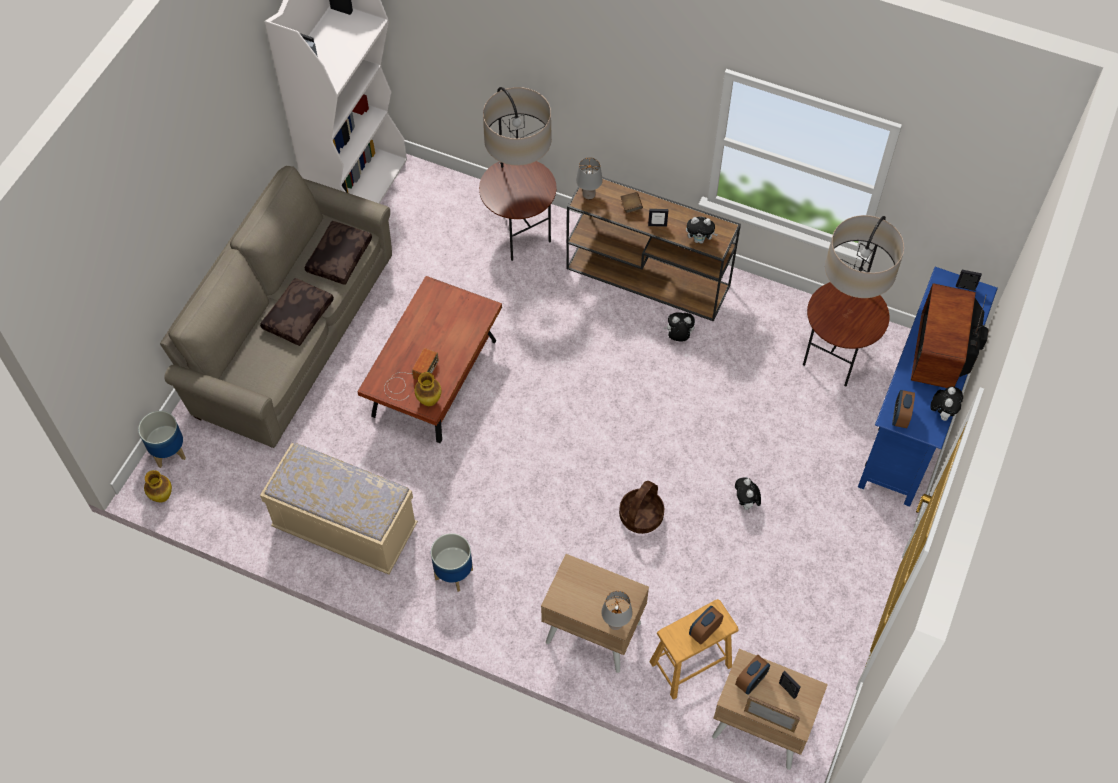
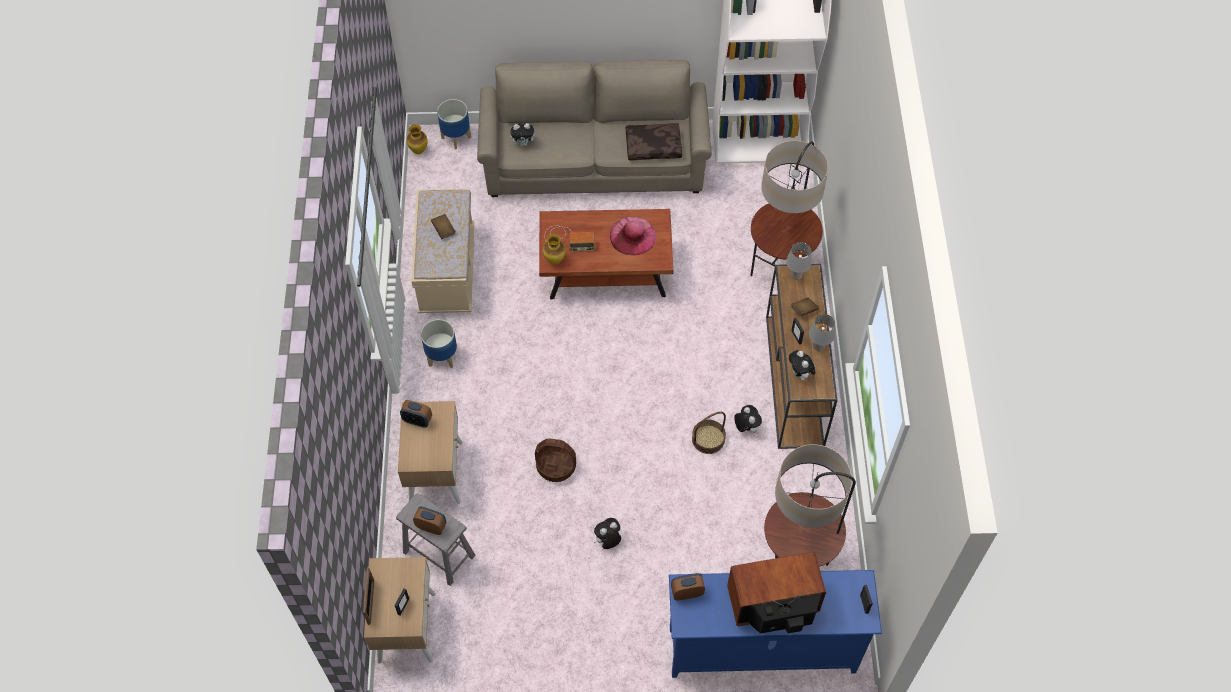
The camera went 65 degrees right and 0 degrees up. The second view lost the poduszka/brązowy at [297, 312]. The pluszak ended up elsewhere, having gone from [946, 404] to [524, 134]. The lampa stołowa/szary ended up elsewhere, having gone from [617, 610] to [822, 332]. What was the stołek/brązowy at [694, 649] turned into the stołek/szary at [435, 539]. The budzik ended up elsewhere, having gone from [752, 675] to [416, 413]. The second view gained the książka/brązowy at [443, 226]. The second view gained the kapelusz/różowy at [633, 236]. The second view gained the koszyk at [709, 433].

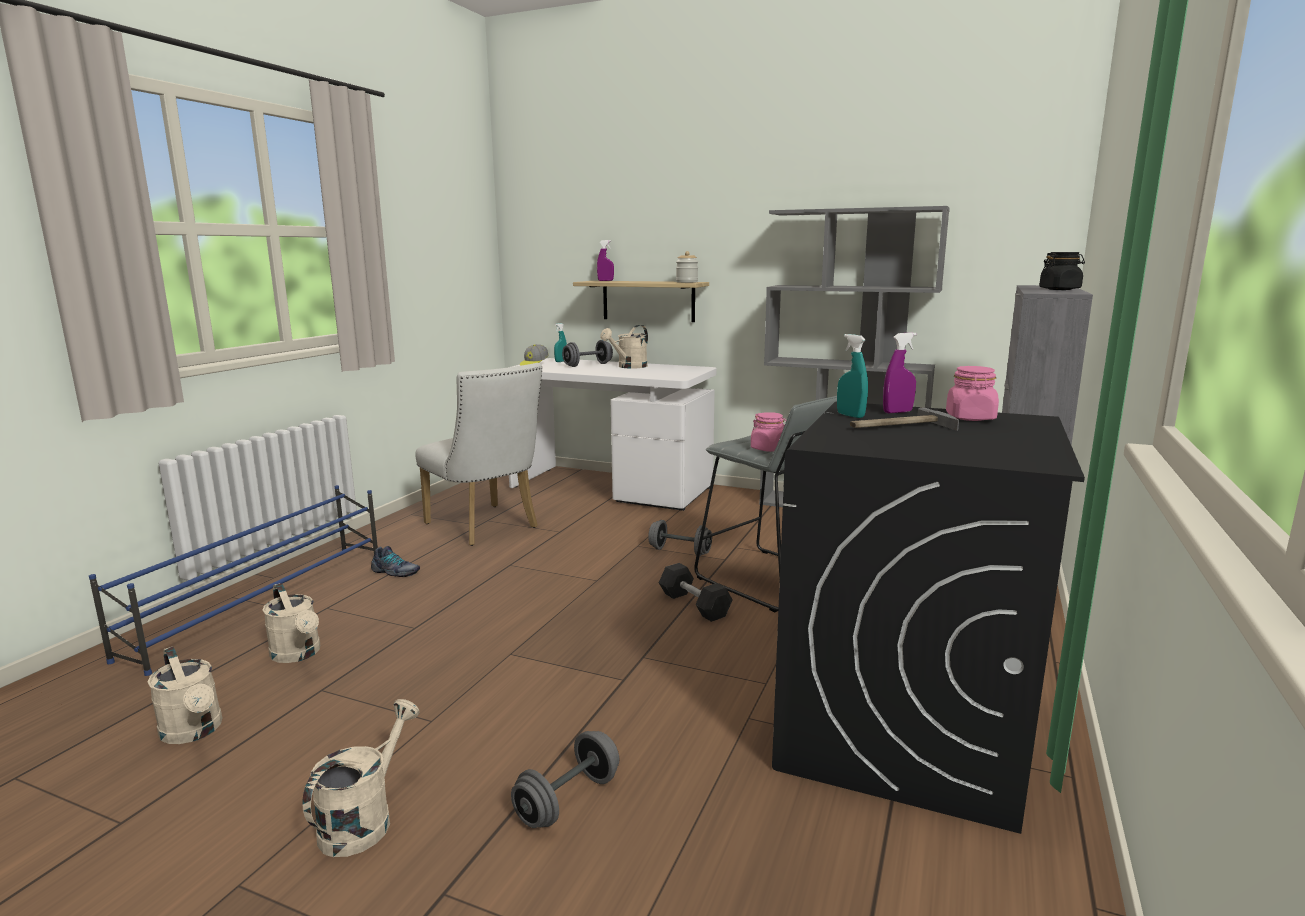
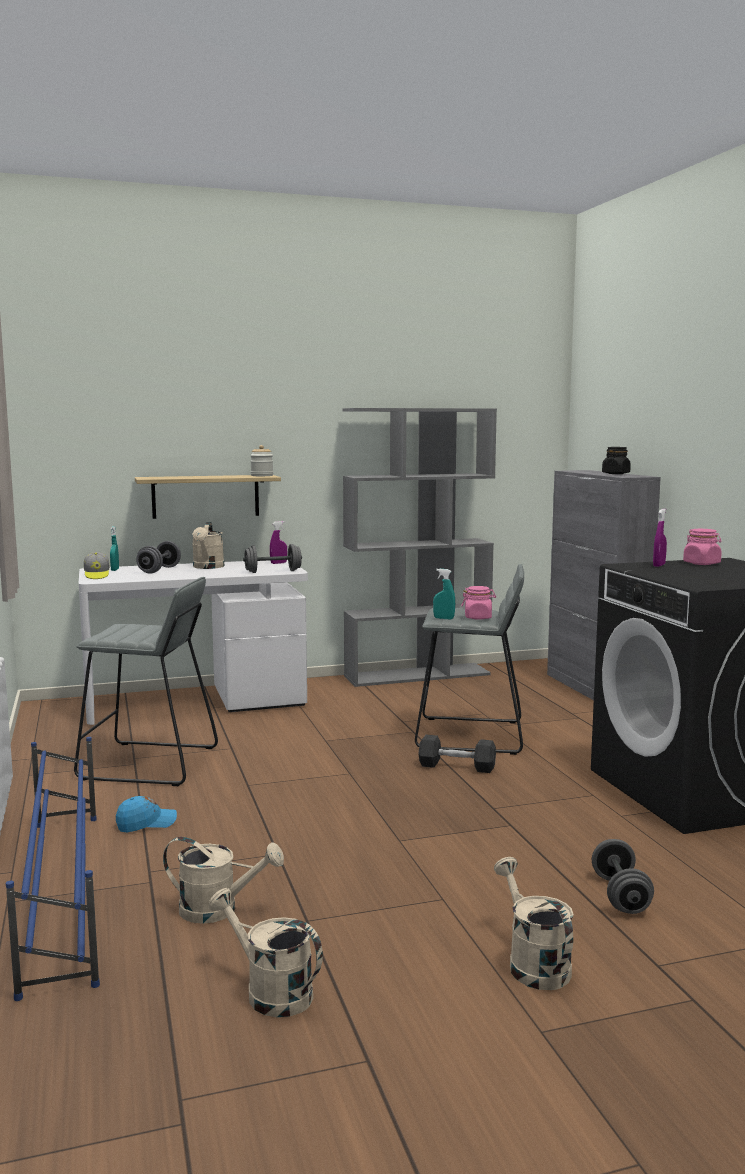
The camera went 40 degrees left and 5 degrees down. The spryskiwacz/fioletowy ended up elsewhere, having gone from [605, 260] to [278, 542]. The spryskiwacz/turkusowy ended up elsewhere, having gone from [852, 376] to [444, 594]. Where the krzesło/biały stood at [478, 454], the stołek/szary came to stand at [146, 681]. The second view lost the młotek at [904, 419]. The hantel/szary ended up elsewhere, having gone from [680, 538] to [272, 558]. Where the but stood at [395, 561], the czapka z daszkiem/niebieski came to stand at [146, 814]. The konewka/beżowy at [184, 695] ended up facing another way, 150 degrees counterclockwise from before.

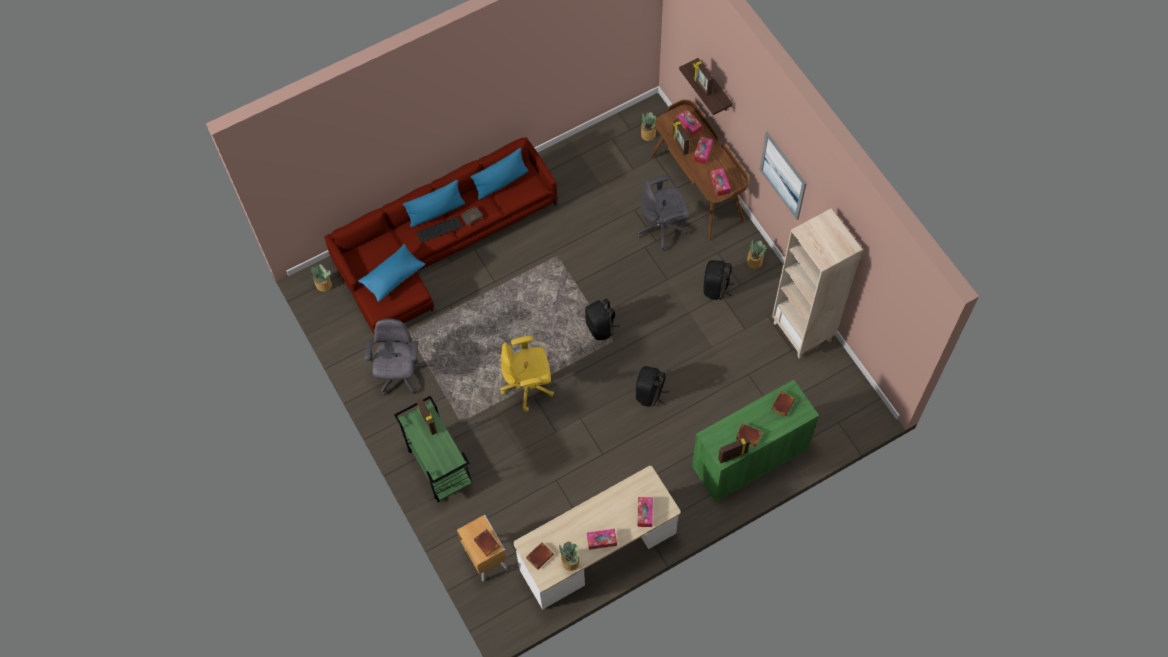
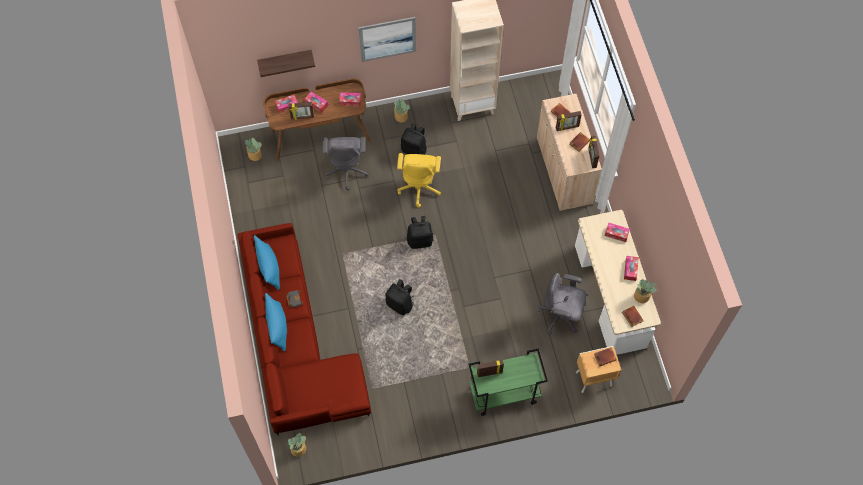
The camera went 75 degrees left and 0 degrees up. The ramka na zdjęcie ended up elsewhere, having gone from [703, 77] to [569, 121]. The second view lost the klawiatura at [439, 229]. The second view lost the poduszka/niebieski at [392, 273]. The krzesło biurowe/szary ended up elsewhere, having gone from [395, 356] to [562, 303]. The krzesło biurowe/żółty ended up elsewhere, having gone from [527, 374] to [419, 180]. The plecak/czarny ended up elsewhere, having gone from [652, 386] to [399, 297]. What was the szafka/zielony at [755, 441] turned into the szafka/beżowy at [569, 152].

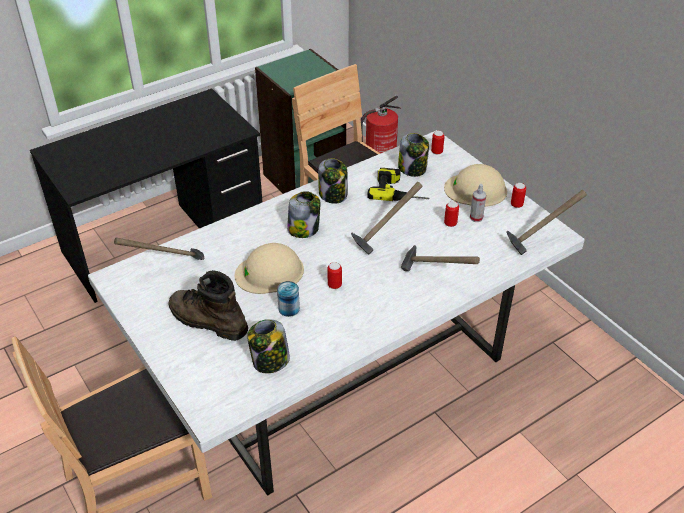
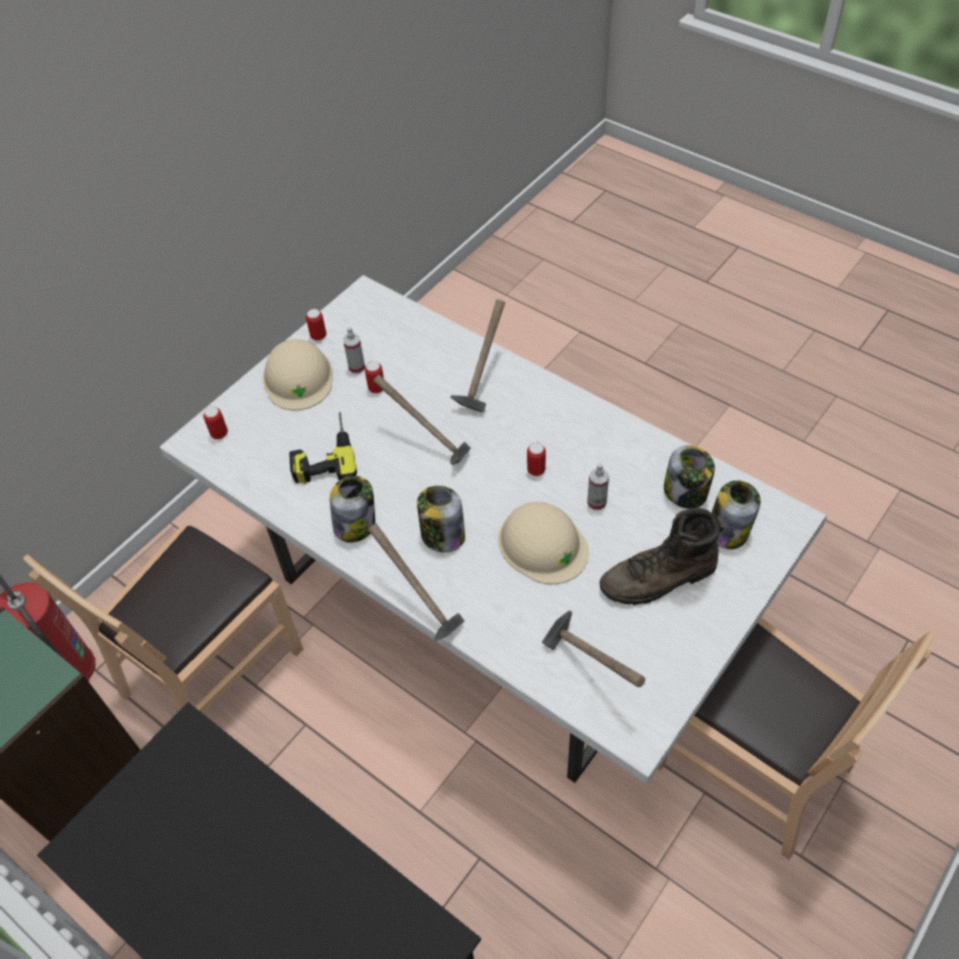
The camera went 105 degrees left and 10 degrees up. The słoik ended up elsewhere, having gone from [413, 155] to [736, 514]. The młotek ended up elsewhere, having gone from [546, 222] to [416, 582]. The but z cholewką/brązowy at [208, 305] ended up facing another way, 60 degrees clockwise from before. Where the puszka stood at [288, 299], the spryskiwacz came to stand at [598, 486].

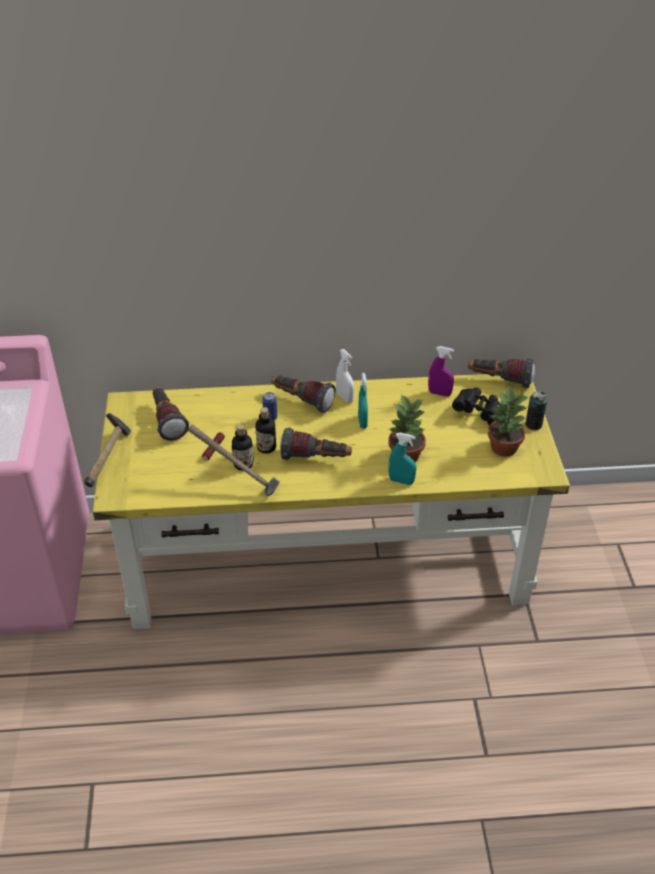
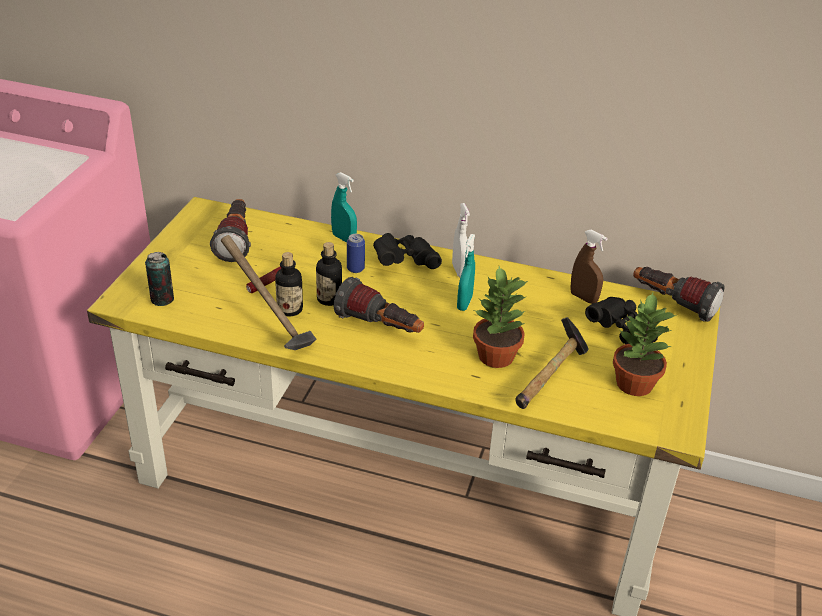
The camera went 20 degrees right and 5 degrees down. What was the spryskiwacz/fioletowy at [441, 371] turned into the spryskiwacz/brązowy at [588, 267]. Where the latarka stood at [303, 394], the lornetka/czarny came to stand at [407, 251]. The puszka ended up elsewhere, having gone from [536, 410] to [159, 279]. The młotek ended up elsewhere, having gone from [107, 450] to [552, 363]. The spryskiwacz/turkusowy ended up elsewhere, having gone from [402, 459] to [344, 207].

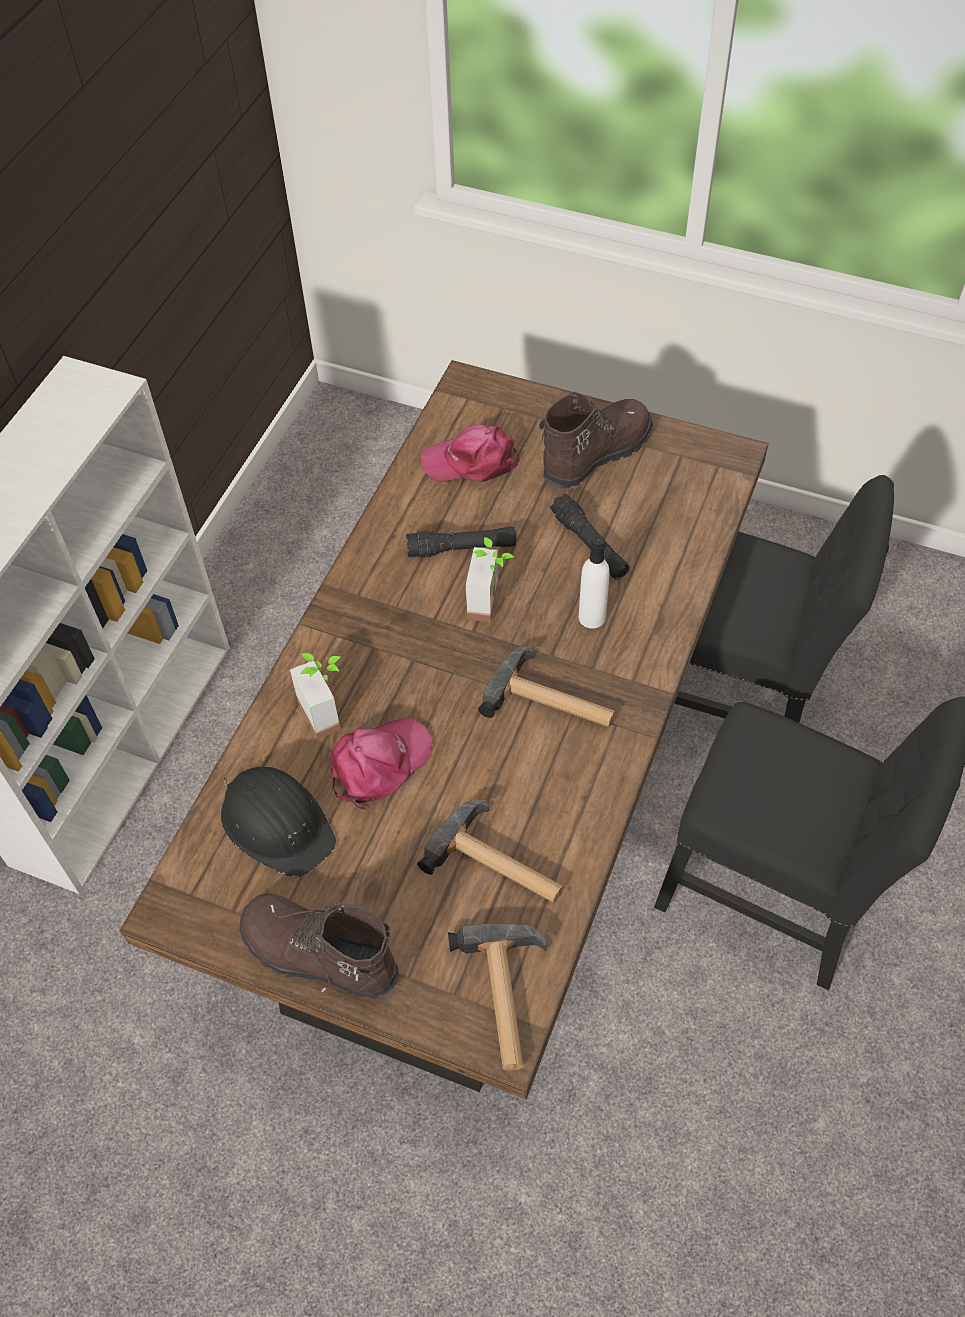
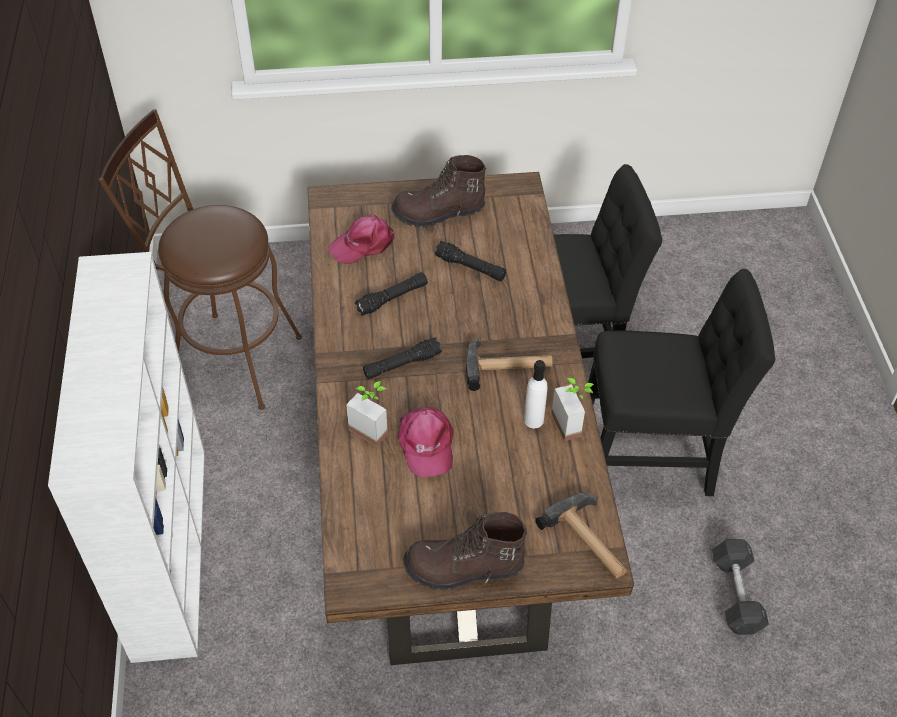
The camera went 30 degrees left and 5 degrees down. The but z cholewką/brązowy at [596, 440] ended up facing another way, 120 degrees counterclockwise from before. The butelka/biały ended up elsewhere, having gone from [594, 581] to [536, 394]. The roślina doniczkowa ended up elsewhere, having gone from [490, 579] to [573, 409]. The czapka z daszkiem/różowy at [382, 763] ended up facing another way, 150 degrees clockwise from before. The second view lost the kask/czarny at [278, 822]. The second view lost the młotek at [490, 851]. The second view gained the stołek/brązowy at [200, 259]. The second view gained the latarka/czarny at [402, 359]. The second view gained the hantel/szary at [740, 587].

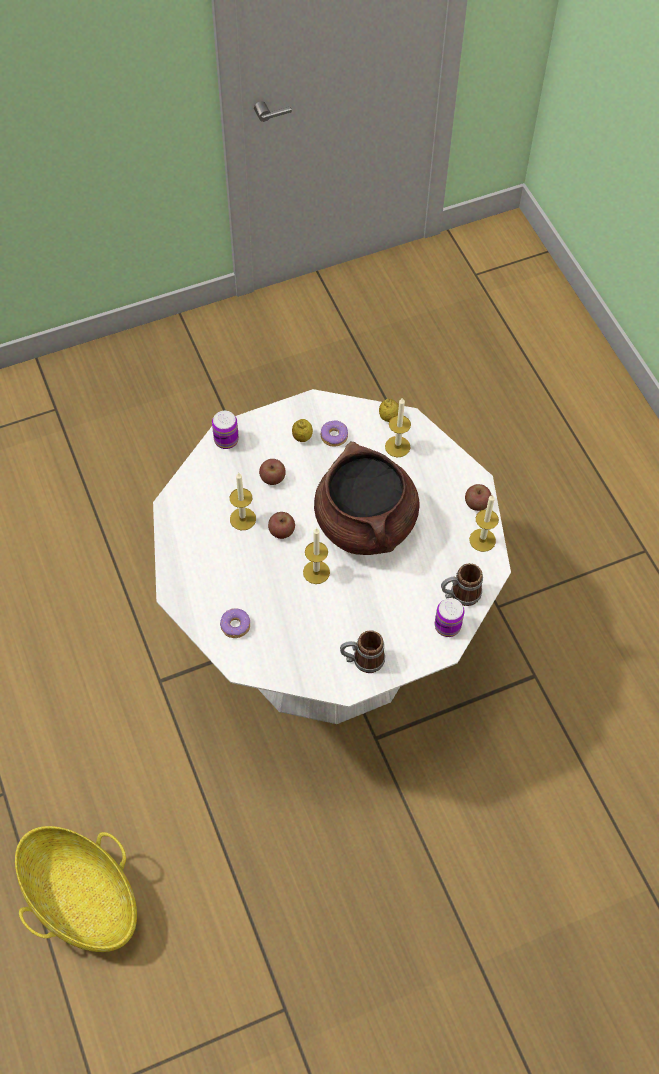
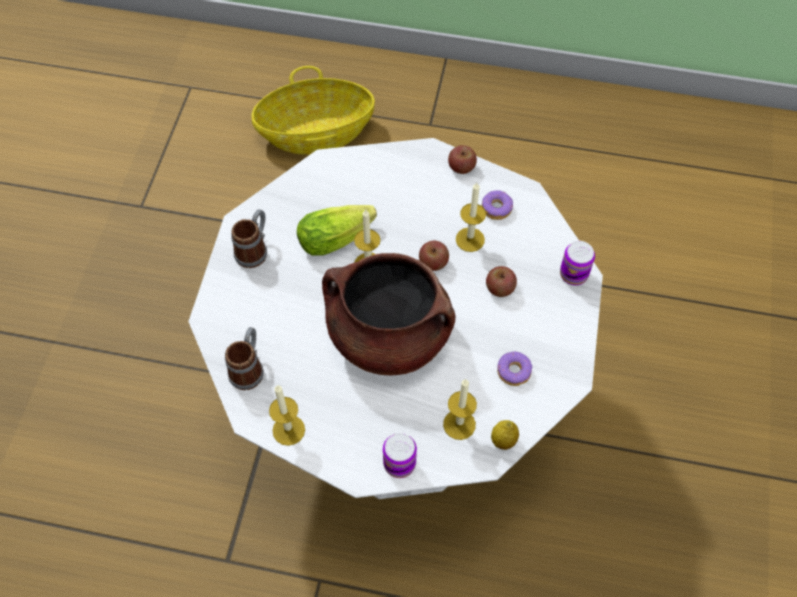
The camera went 125 degrees right and 0 degrees up. The second view lost the cytryna at [302, 430]. The jabłko ended up elsewhere, having gone from [478, 497] to [462, 159]. The puszka ended up elsewhere, having gone from [450, 617] to [400, 455]. The donut ended up elsewhere, having gone from [235, 623] to [498, 205]. The second view gained the sałata at [337, 230].

